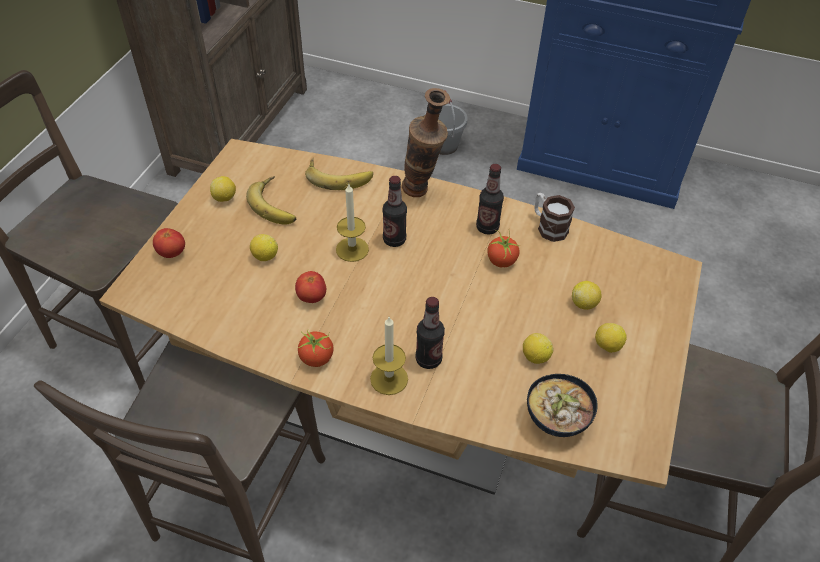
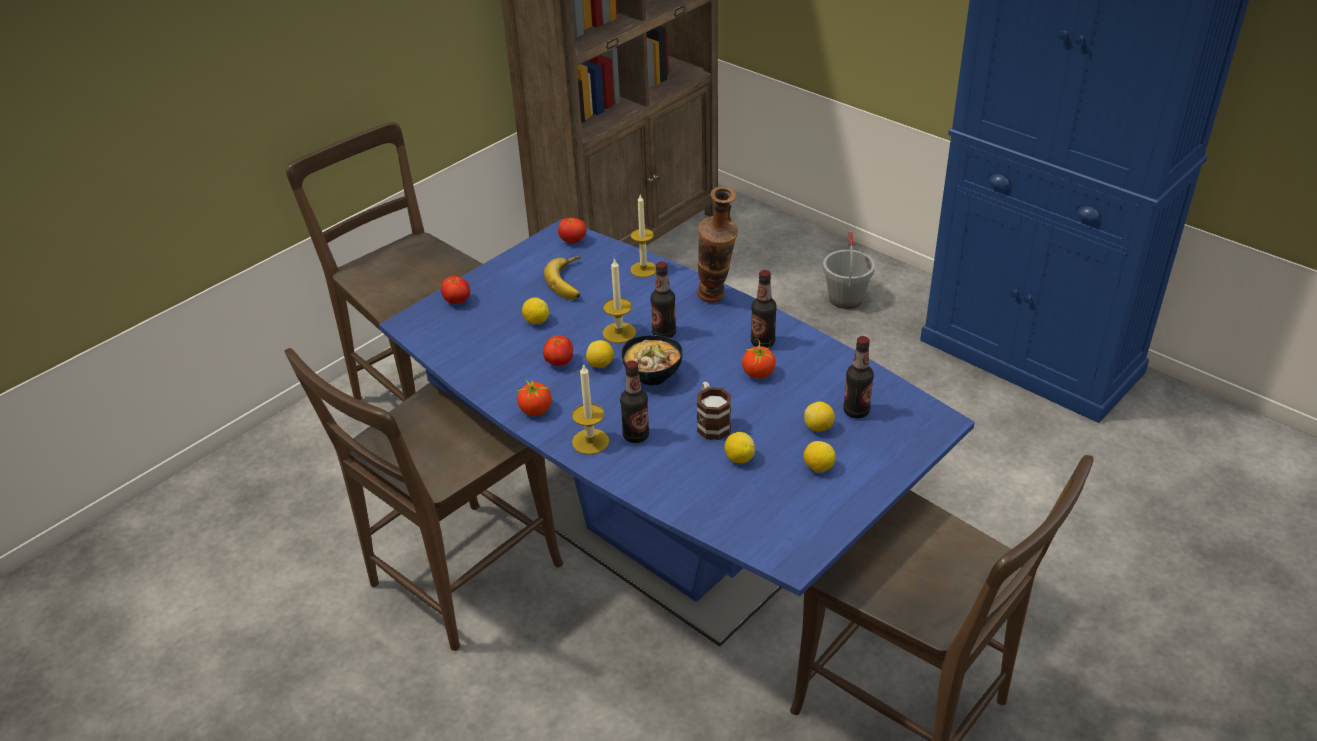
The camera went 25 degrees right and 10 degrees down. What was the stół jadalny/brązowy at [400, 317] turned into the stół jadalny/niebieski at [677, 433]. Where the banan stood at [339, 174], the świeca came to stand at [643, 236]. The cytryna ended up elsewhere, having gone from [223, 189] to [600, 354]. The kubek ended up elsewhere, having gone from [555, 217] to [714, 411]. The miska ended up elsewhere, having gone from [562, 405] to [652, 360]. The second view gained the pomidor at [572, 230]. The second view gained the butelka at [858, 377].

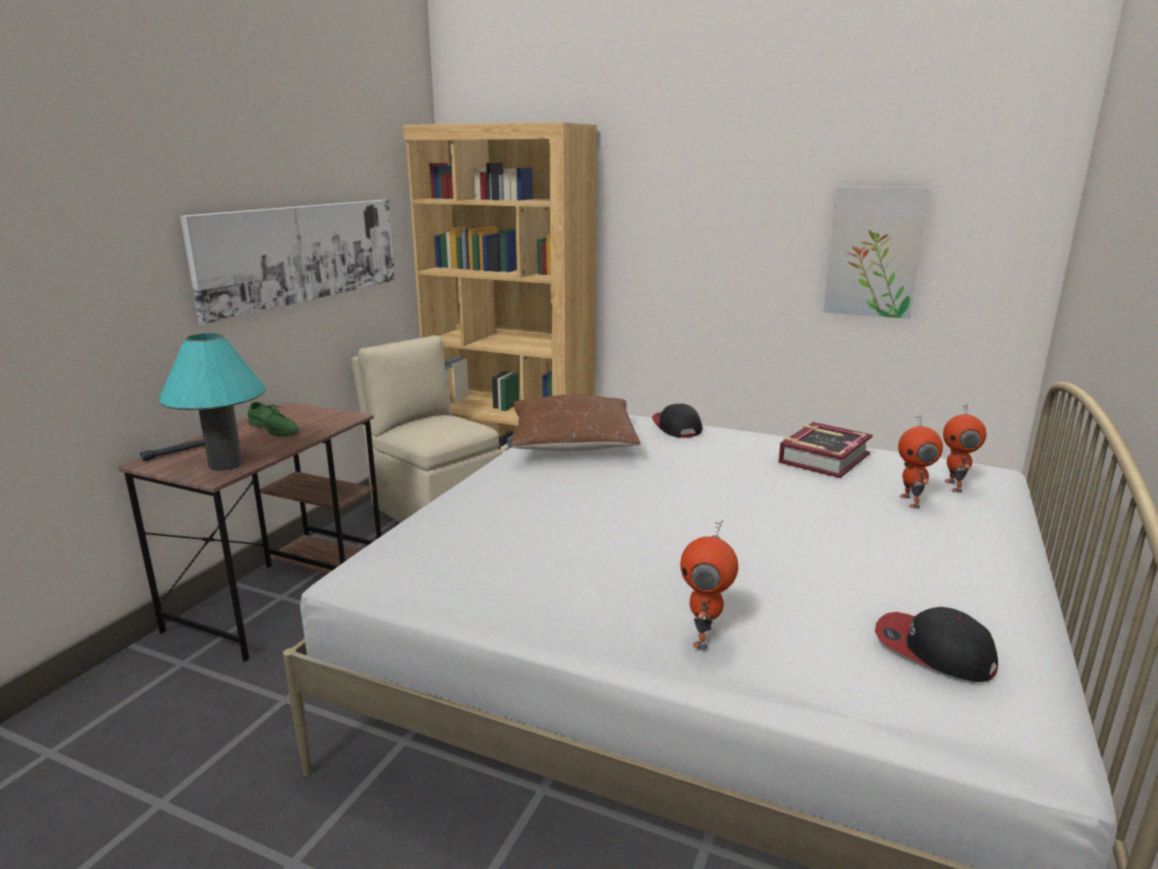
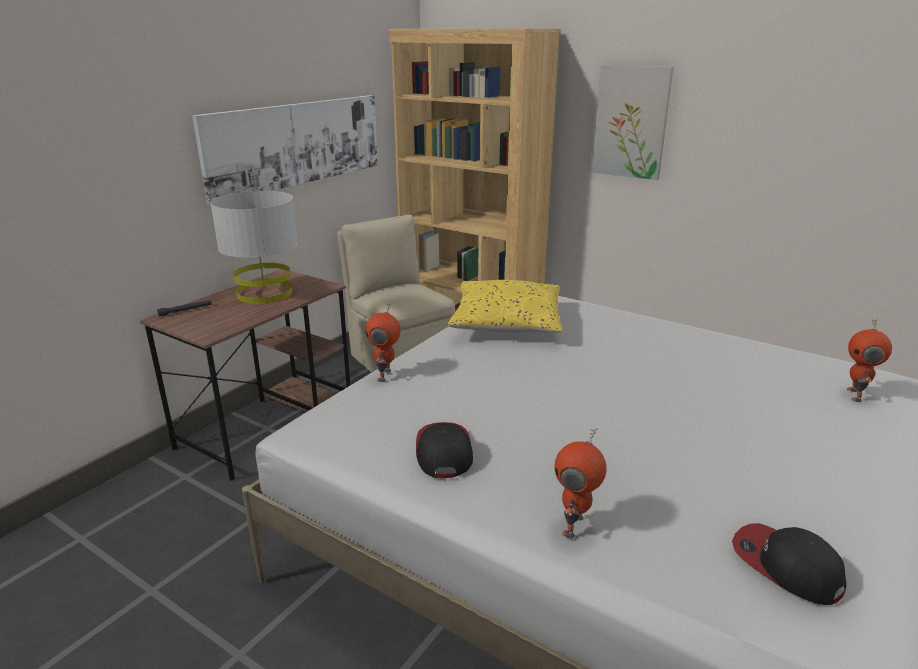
The camera went 10 degrees right and 5 degrees up. The obraz ended up elsewhere, having gone from [876, 252] to [633, 122]. The second view lost the lampa stołowa/turkusowy at [212, 402]. What was the poduszka/brązowy at [575, 423] turned into the poduszka/żółty at [505, 306]. Where the but/zielony stood at [273, 419], the lampa stołowa/szary came to stand at [254, 247]. The czapka z daszkiem ended up elsewhere, having gone from [677, 421] to [444, 450]. The robot zabawkowy ended up elsewhere, having gone from [920, 462] to [383, 343]. The second view lost the książka at [825, 450].

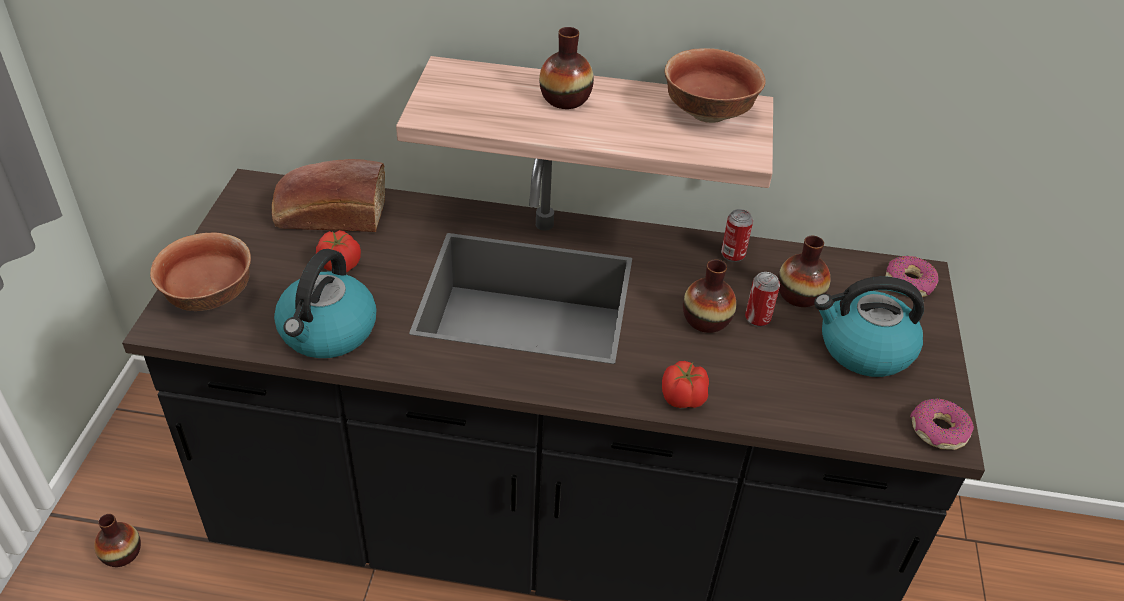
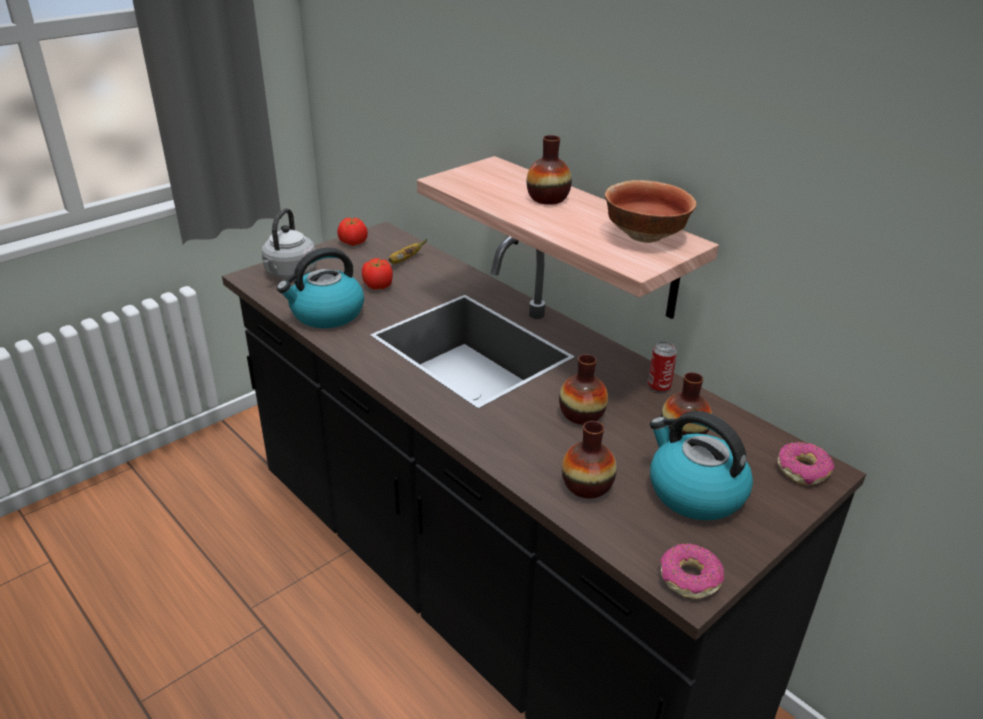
The camera went 40 degrees right and 10 degrees down. Where the chleb stood at [328, 195], the banan came to stand at [407, 251]. Where the miska stood at [200, 271], the czajnik/szary came to stand at [289, 243]. The second view lost the puszka at [762, 299]. The pomidor ended up elsewhere, having gone from [685, 384] to [352, 232]. The wazon ended up elsewhere, having gone from [117, 540] to [589, 460].

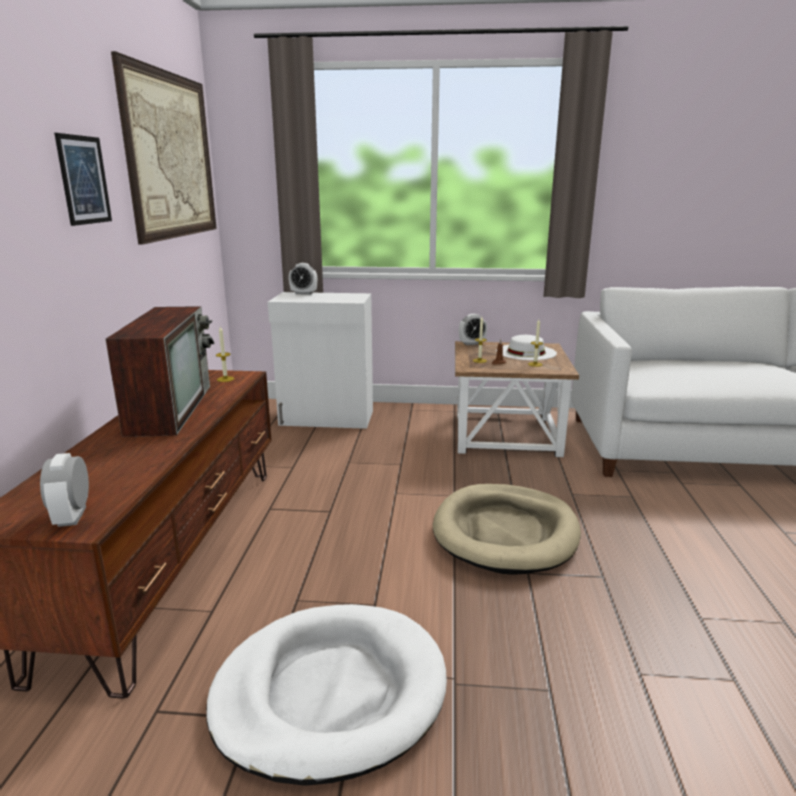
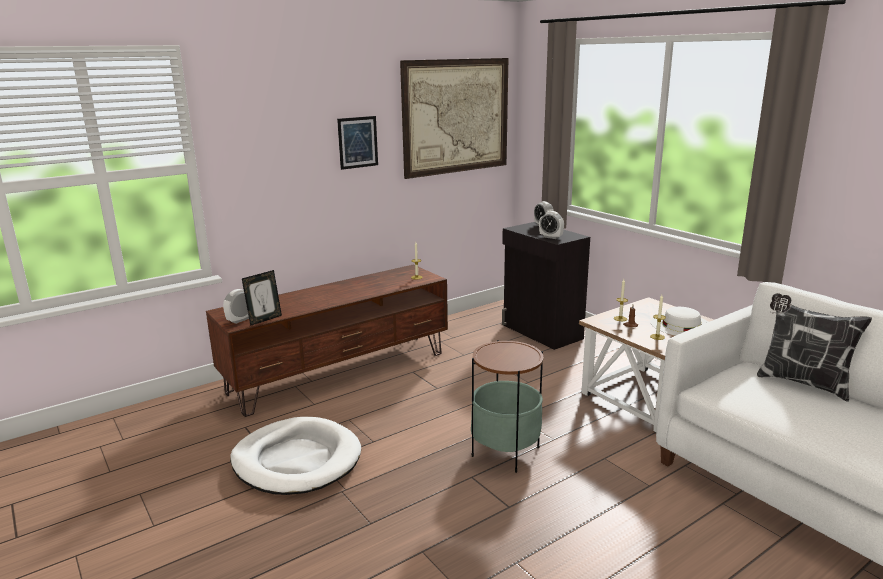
The camera went 50 degrees right and 0 degrees up. What was the szafka/biały at [320, 360] turned into the szafka/czarny at [546, 286]. The second view lost the telewizor at [159, 371]. The budzik ended up elsewhere, having gone from [473, 329] to [551, 225]. Where the legowisko/beżowy stood at [507, 529], the stolik came to stand at [507, 406]. The second view gained the ramka na zdjęcie at [262, 298]. The second view gained the poduszka at [814, 347].

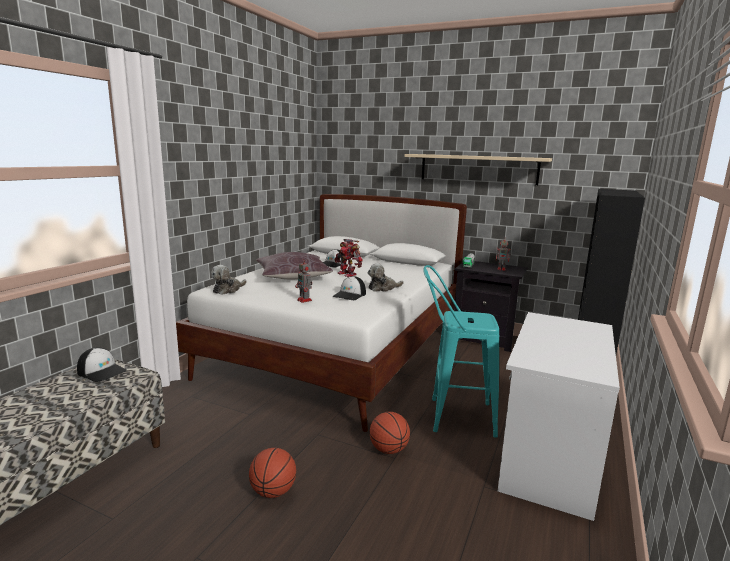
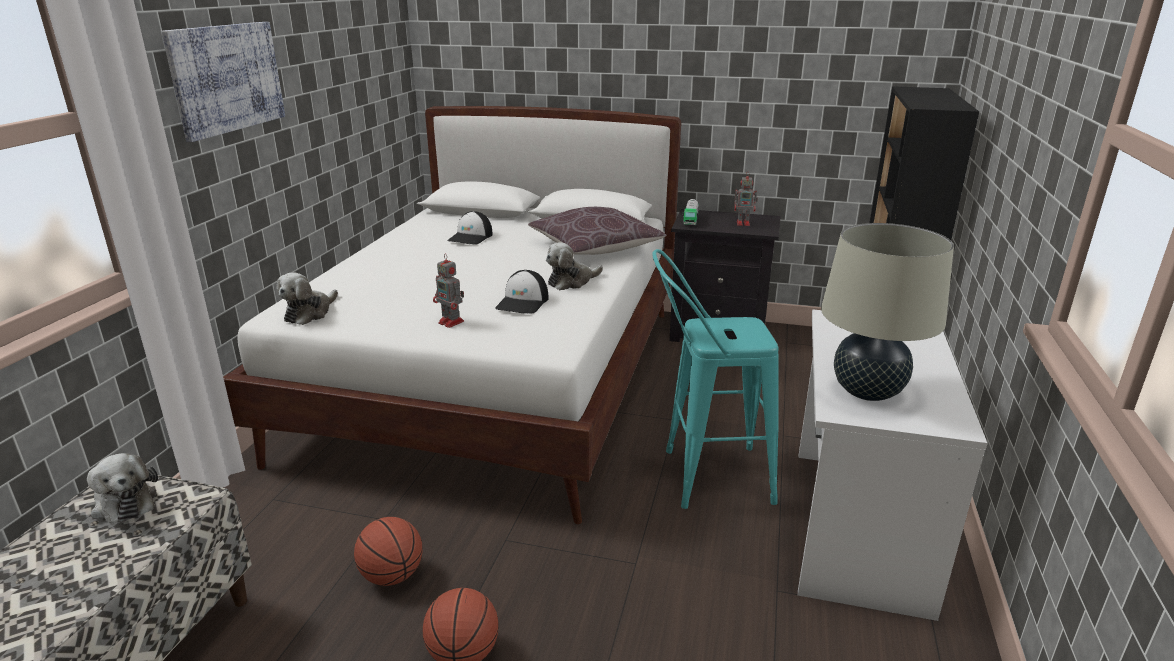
The camera went 10 degrees left and 10 degrees up. The second view lost the półka/beżowy at [478, 169]. The second view lost the robot zabawkowy at [348, 258]. The poduszka/brązowy ended up elsewhere, having gone from [294, 265] to [597, 231]. Where the czapka z daszkiem stood at [102, 364], the pluszak came to stand at [122, 488]. The piłka do koszykówki ended up elsewhere, having gone from [390, 433] to [388, 551]. The second view gained the obraz at [223, 82]. The second view gained the lampa stołowa/beżowy at [887, 312].

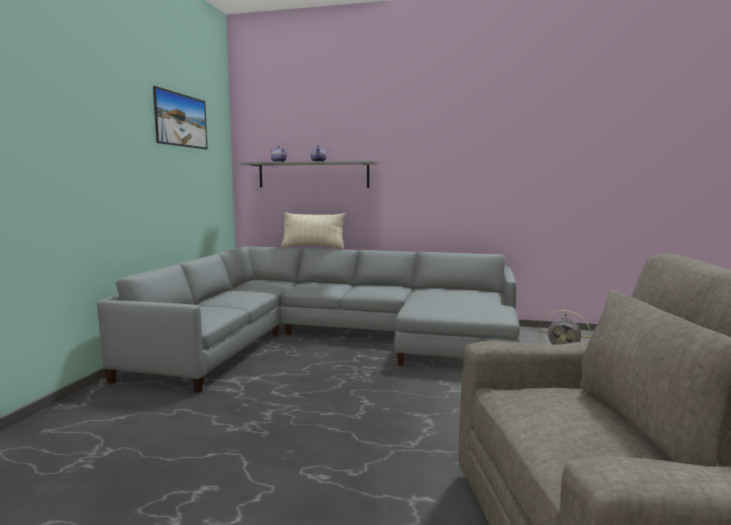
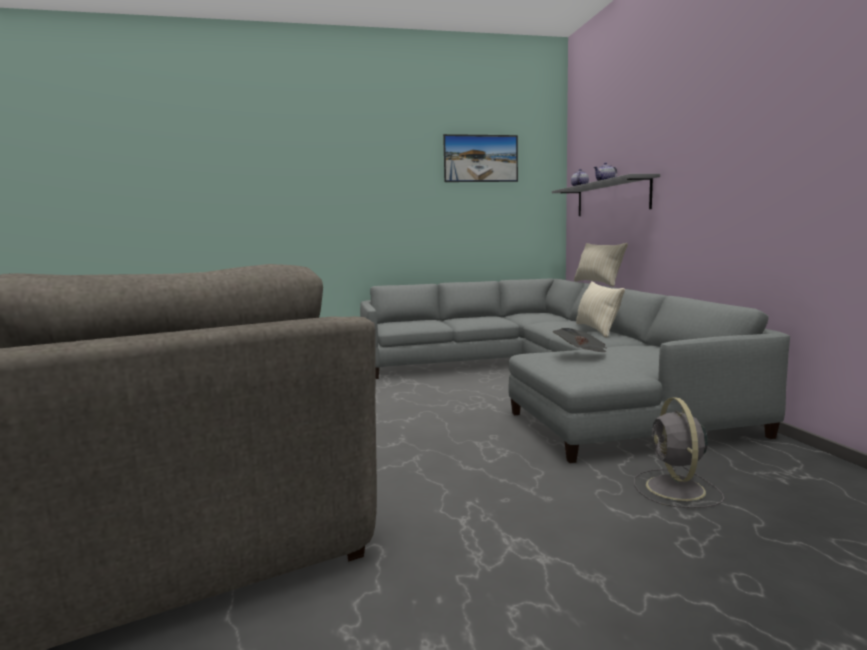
The camera went 65 degrees right and 0 degrees up. The second view gained the poduszka/beżowy at [600, 309]. The second view gained the gazeta at [580, 340].

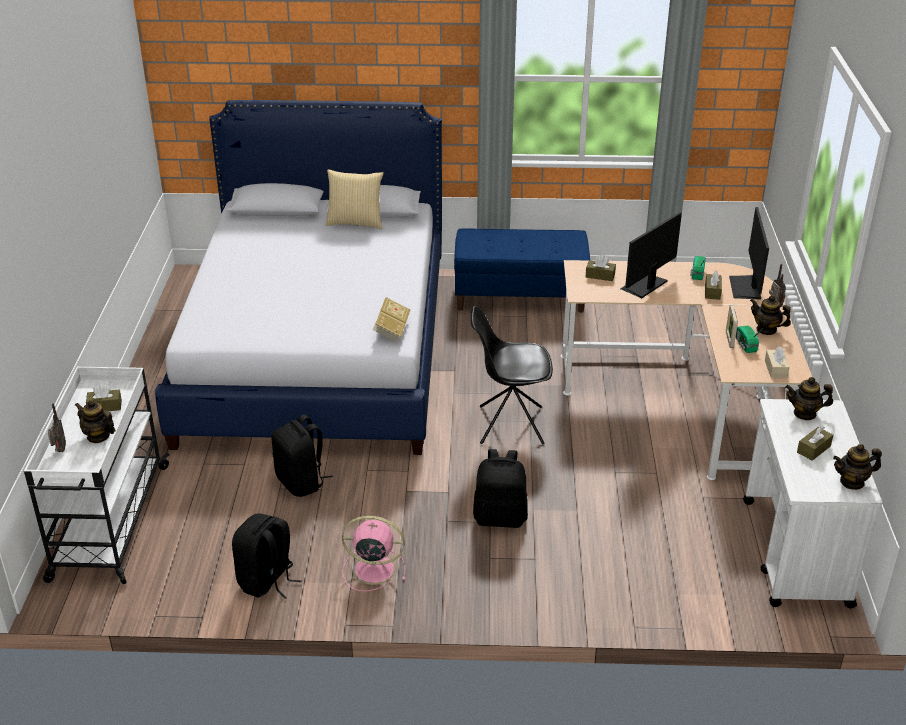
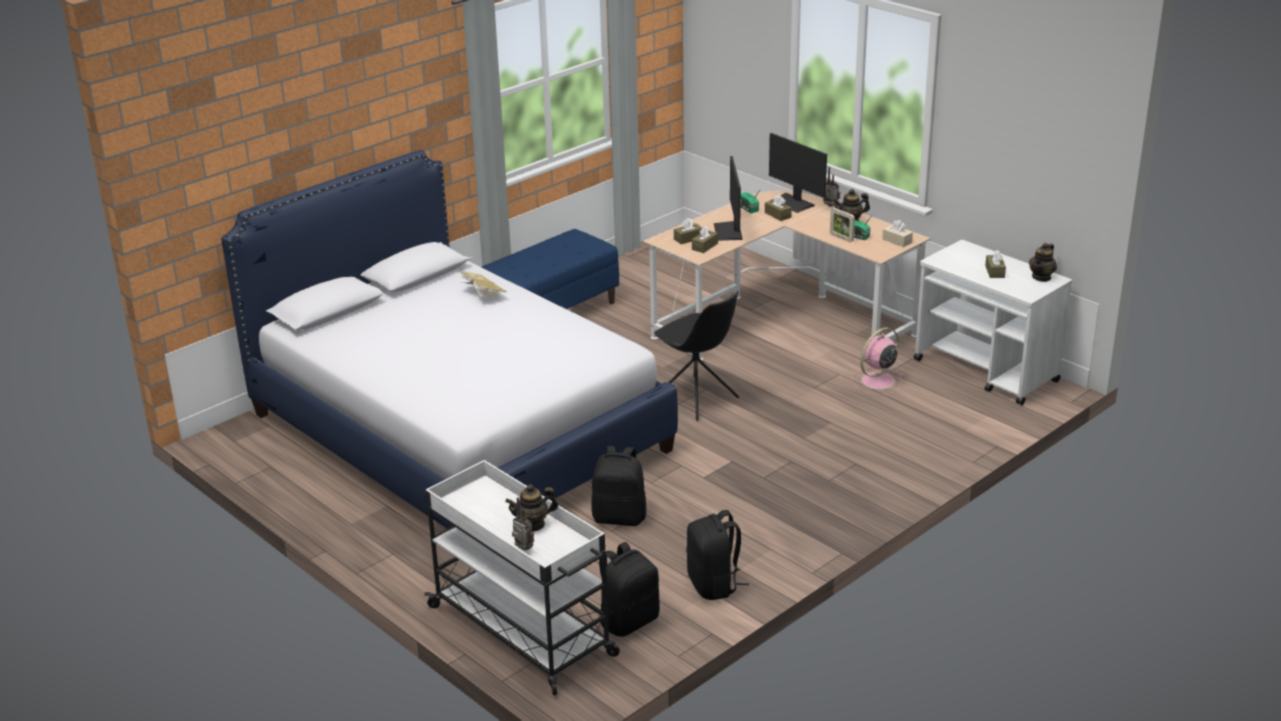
The camera went 45 degrees left and 5 degrees down. The second view lost the poduszka at [354, 199]. The książka ended up elsewhere, having gone from [392, 319] to [483, 285]. The krzesło/czarny at [512, 375] ended up facing another way, 90 degrees counterclockwise from before. The second view lost the imbryk at [809, 398]. The pudełko chusteczek/brązowy ended up elsewhere, having gone from [104, 397] to [705, 239]. The plecak/czarny ended up elsewhere, having gone from [500, 488] to [629, 589]. The wentylator/różowy ended up elsewhere, having gone from [373, 553] to [878, 361].

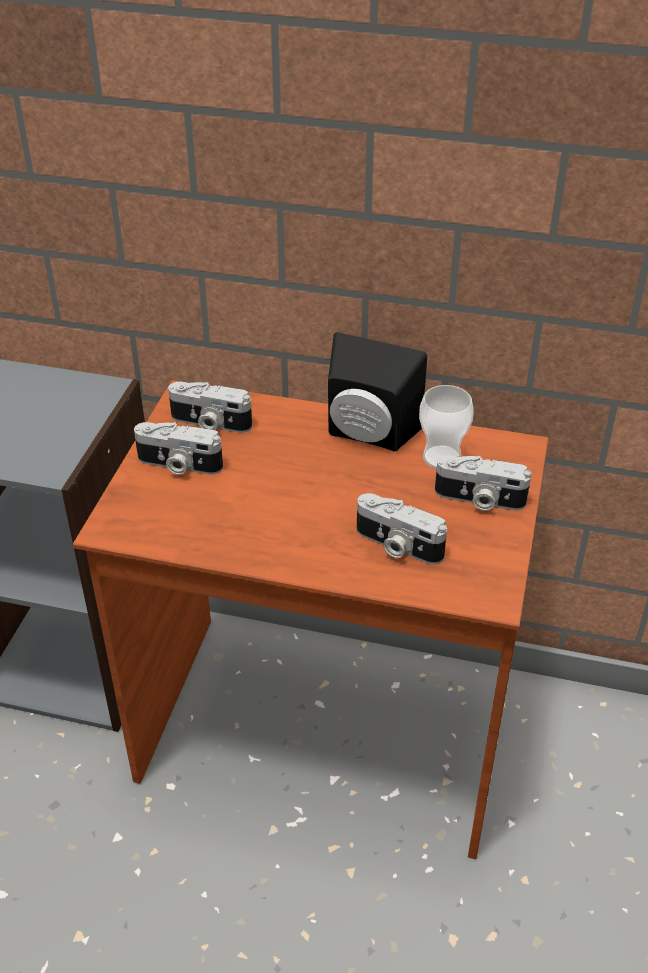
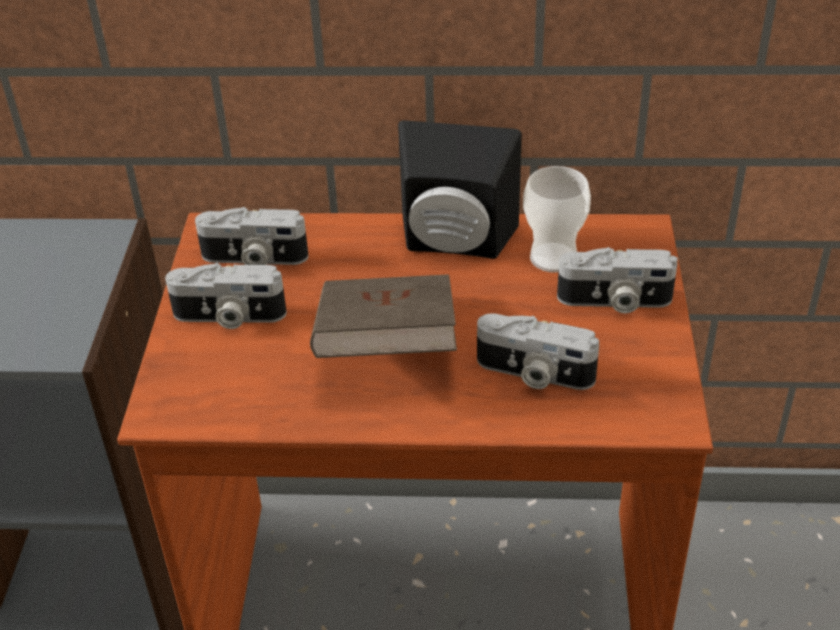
The camera went 10 degrees left and 0 degrees up. The second view gained the książka/brązowy at [383, 316].

